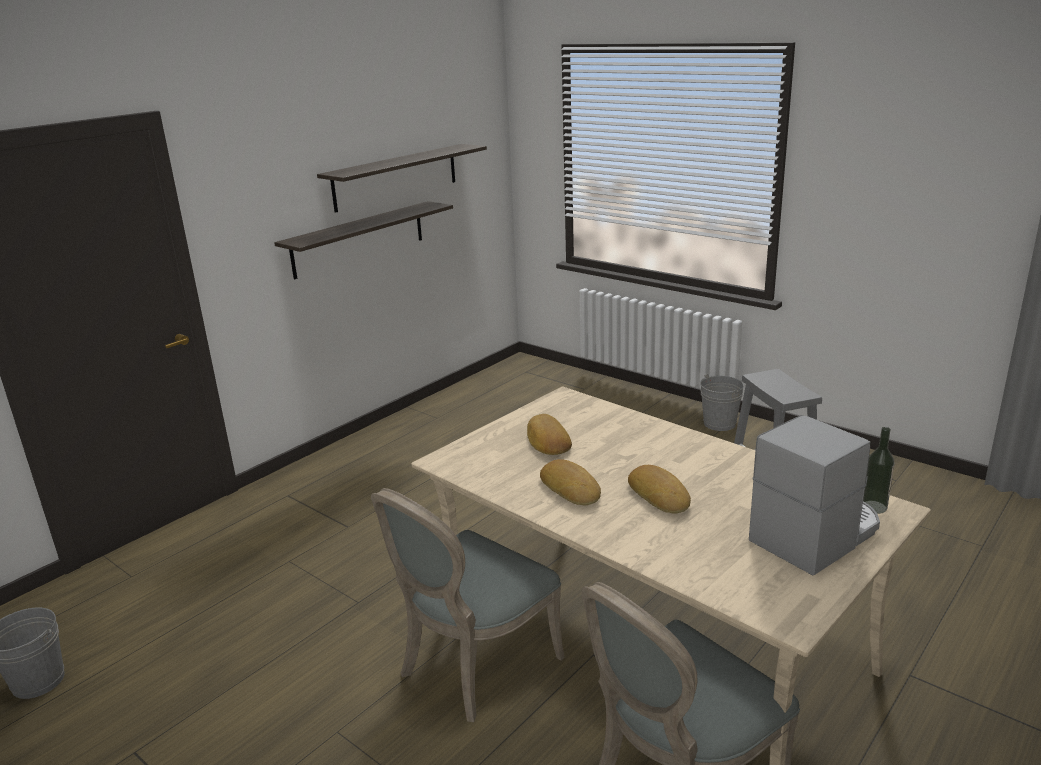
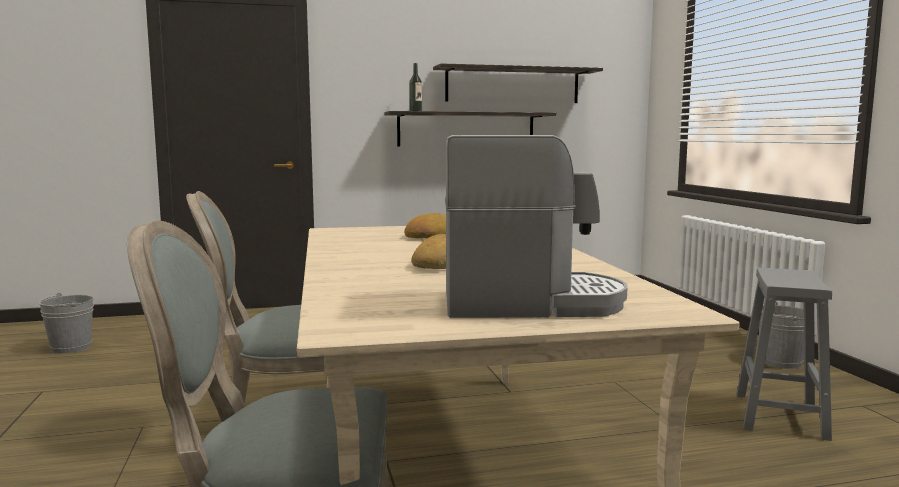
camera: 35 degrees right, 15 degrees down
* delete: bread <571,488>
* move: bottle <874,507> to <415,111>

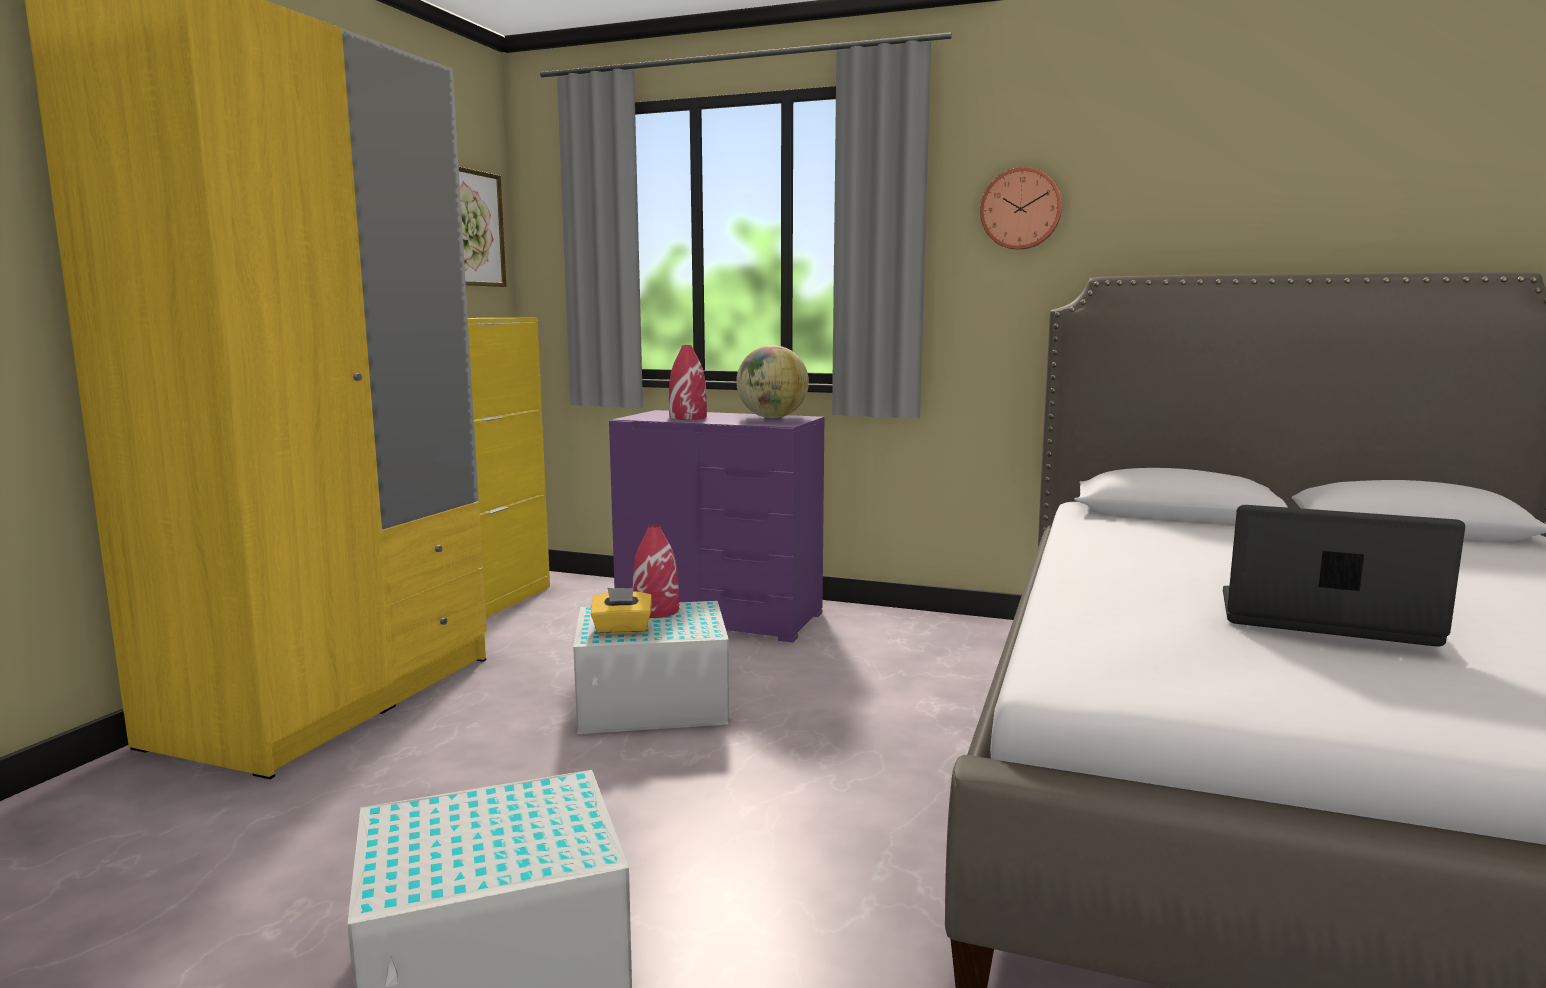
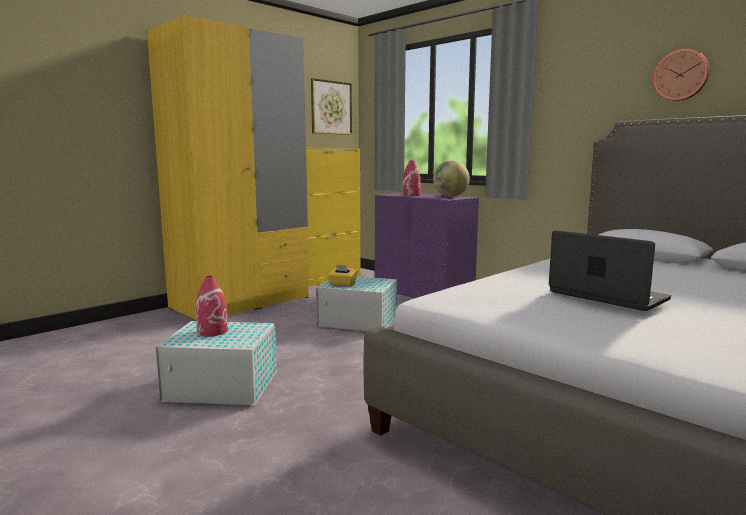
camera: 25 degrees right, 0 degrees up
* move: vase in red <656,611> to <213,331>
* move: wall clock <1021,209> to <681,75>

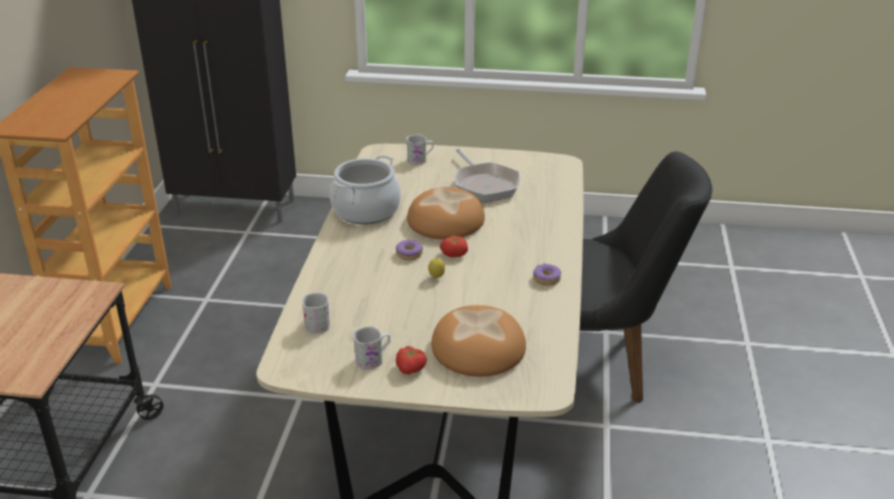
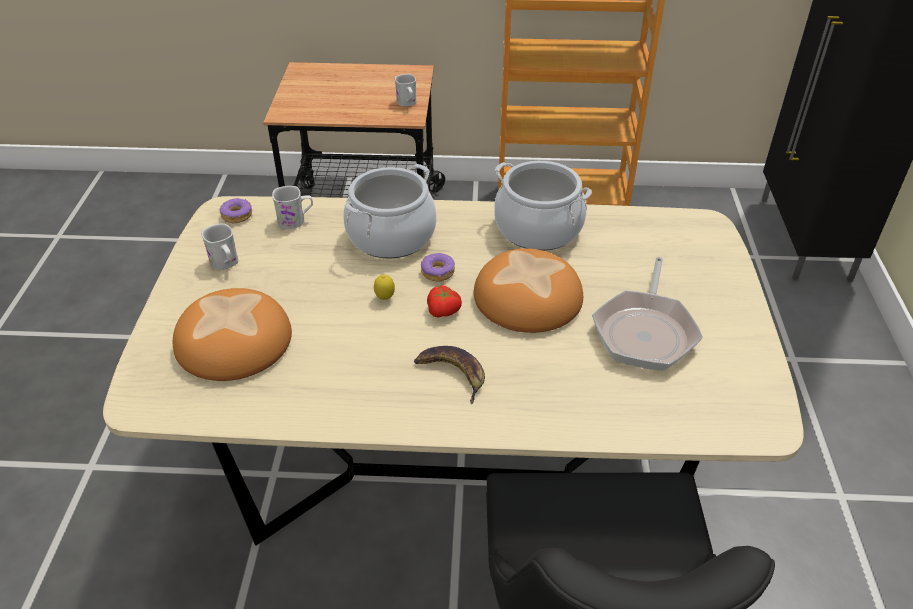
camera: 85 degrees right, 10 degrees up
* delete: tomato <411,368>
* move: mug in white <420,160> to <407,103>
* rotate: frying pan <484,185> = <645,331> 45 degrees counterclockwise
* move: donut <546,279> to <237,215>
* insert: cooking pot <391,236>
* insert: banana <453,374>

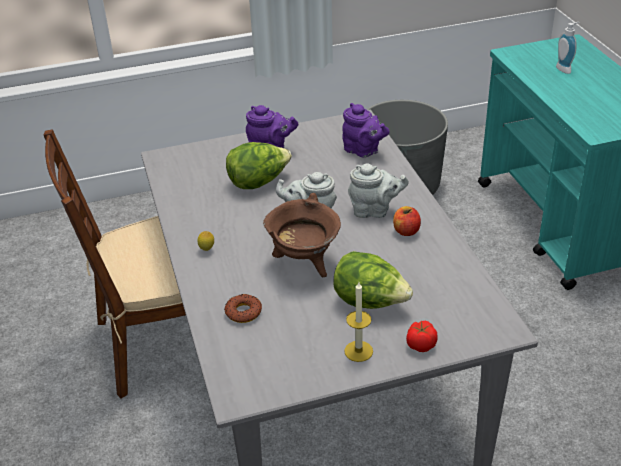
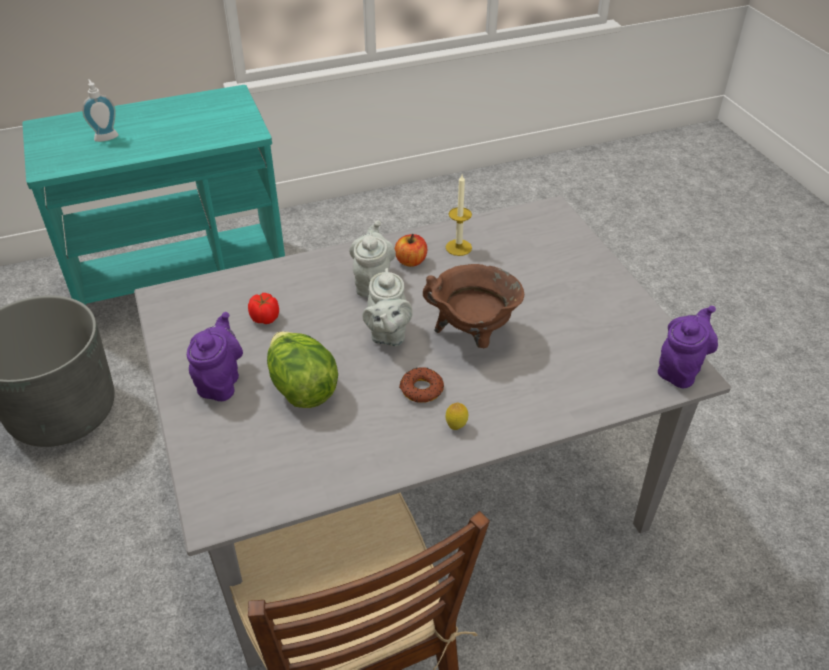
camera: 95 degrees left, 5 degrees up
* move: donut <243,312> to <421,389>
* delete: lettuce <370,302>
* move: teapot in purple <363,151> to <680,369>
* move: candle <358,351> to <458,247>
* move: tomato <420,345> to <265,318>

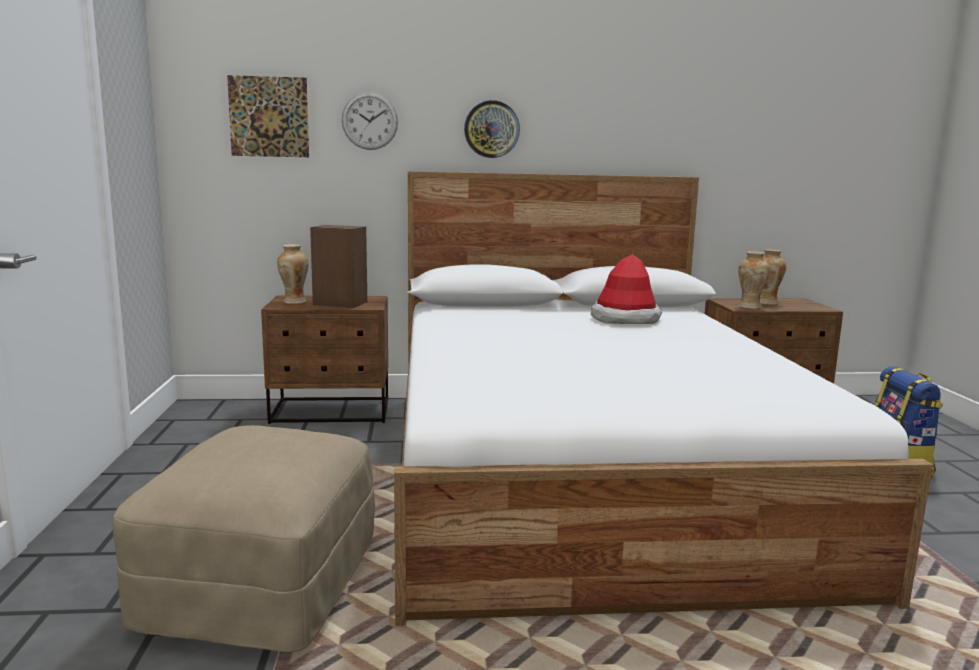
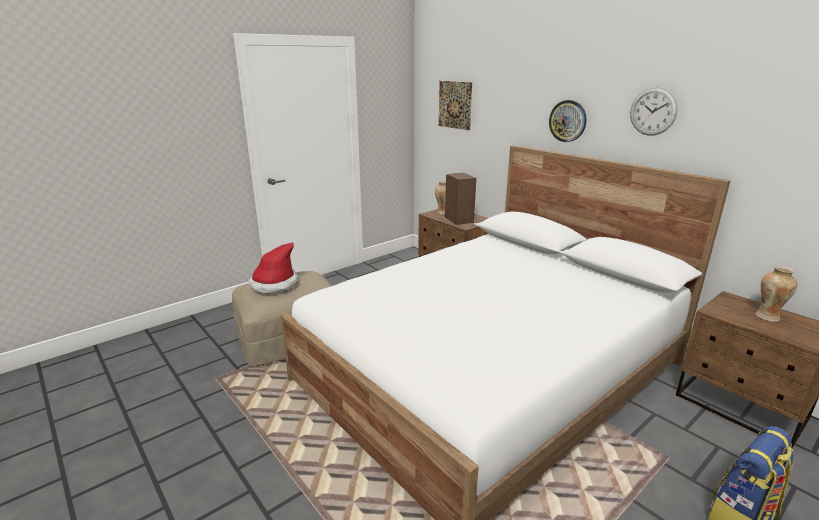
camera: 55 degrees right, 10 degrees up
* move: wall clock <369,121> to <653,111>
* move: hat <625,319> to <274,284>
* delete: vase <750,307>

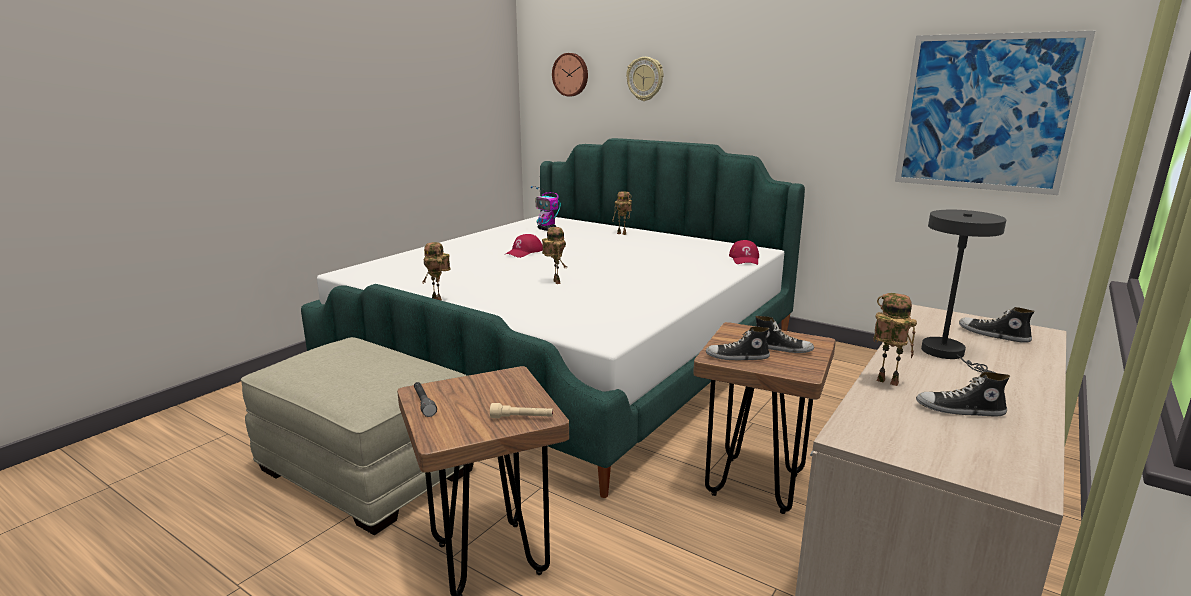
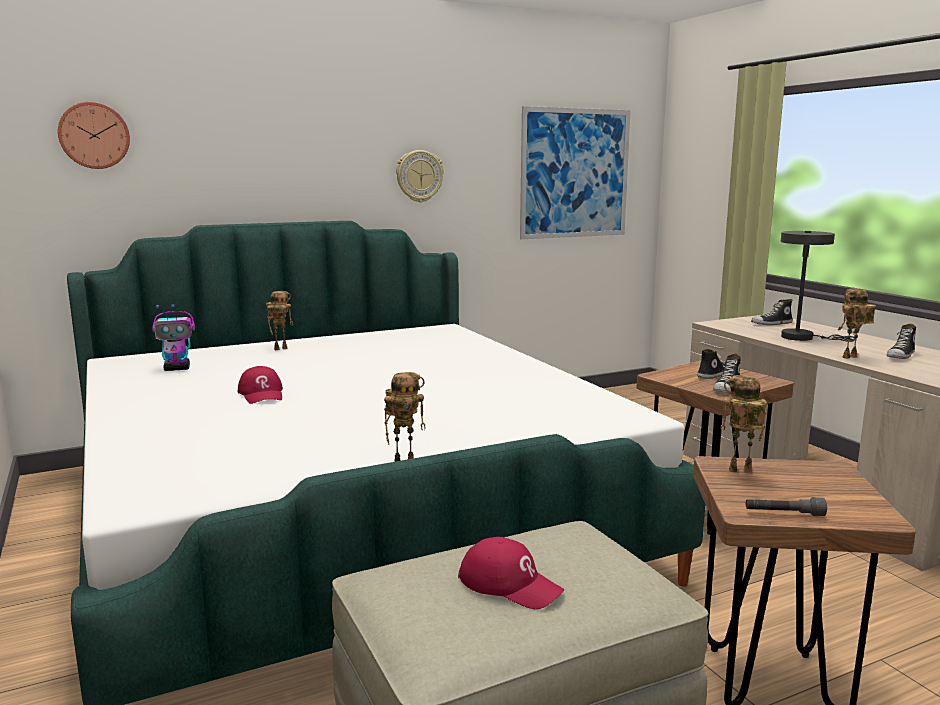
camera: 60 degrees left, 5 degrees down
* delete: flashlight in beige <522,418>
* move: toy robot <555,282> to <738,472>
* move: wall clock <645,79> to <419,176>
* move: cap in red <745,259> to <510,584>

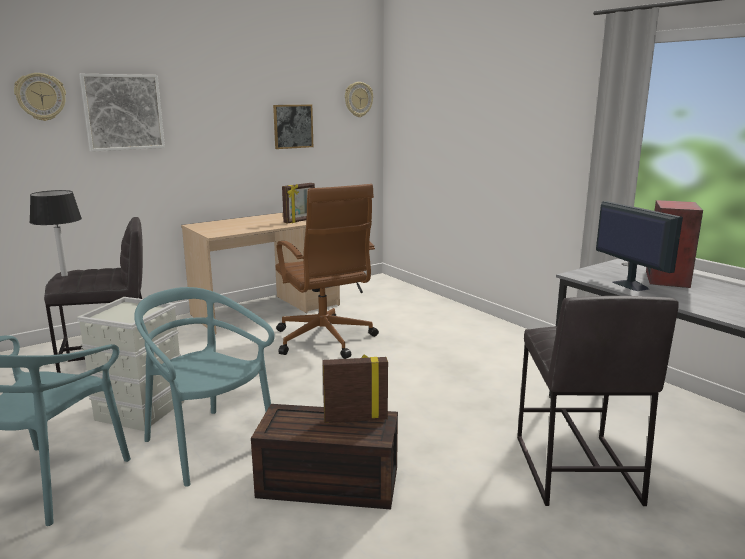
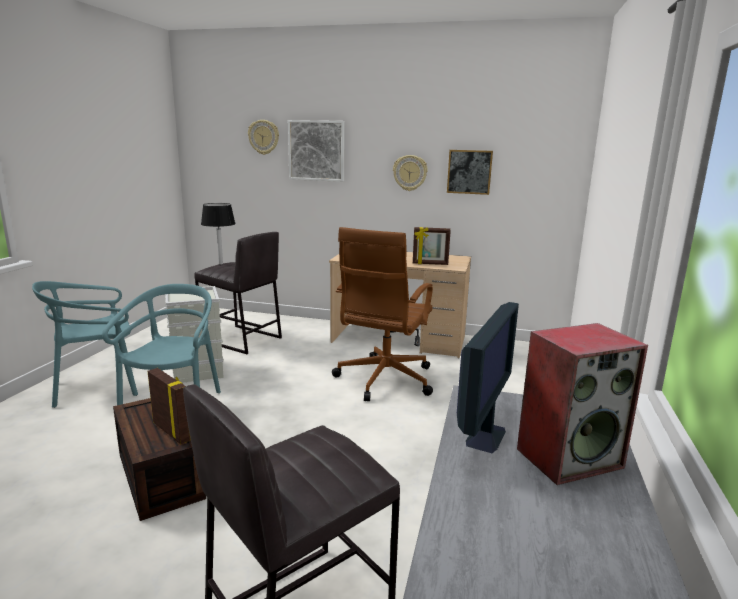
camera: 50 degrees right, 0 degrees up
* move: wall clock <358,99> to <410,173>

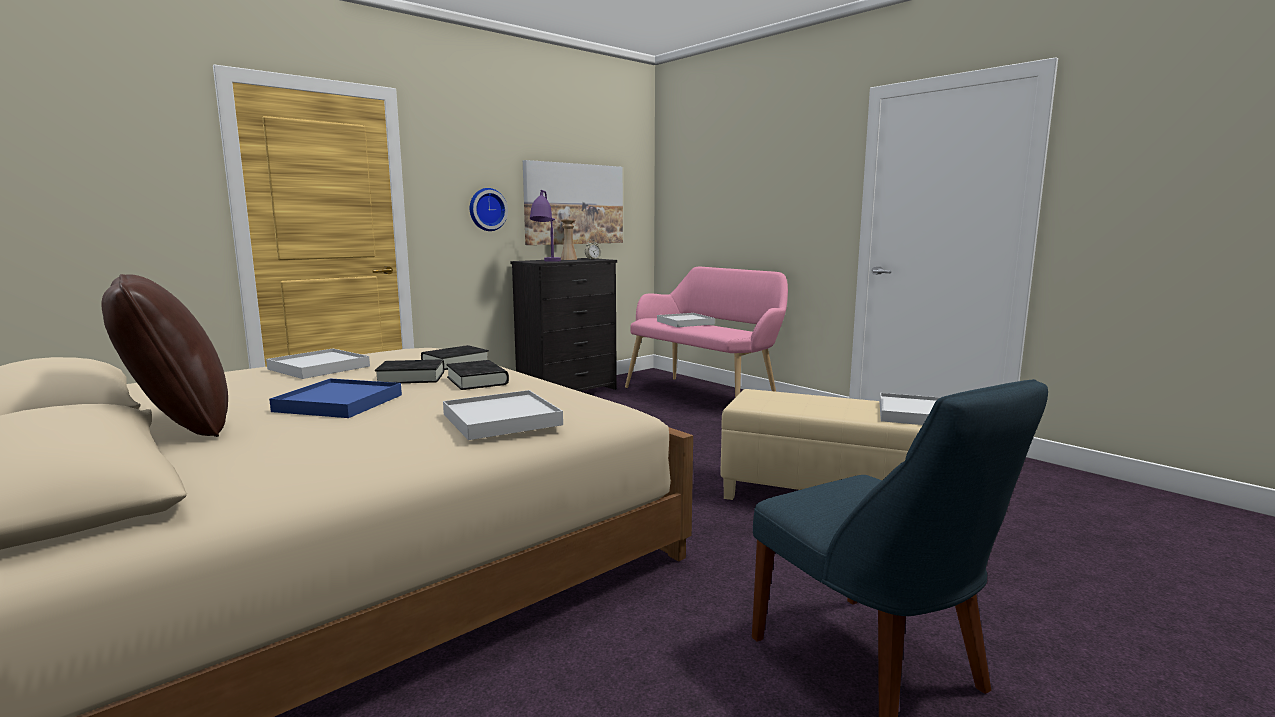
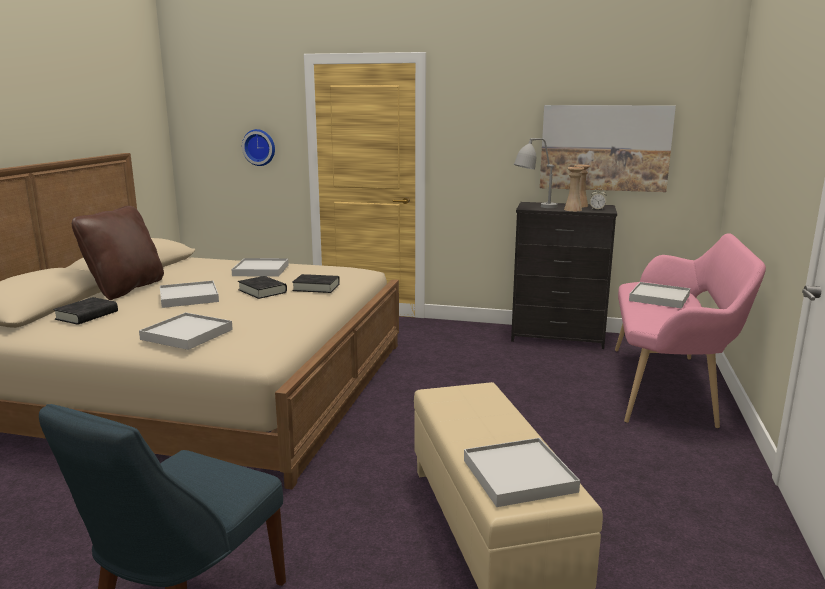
camera: 55 degrees right, 5 degrees up
* recolor: tray in blue <338,403> to tray in white <188,297>
* move: book in black <477,381> to <87,315>
* move: wall clock <487,209> to <259,147>
* recolor: table lamp in purple <546,262> to table lamp in grey <533,208>
* insert: vase in beige <573,209>

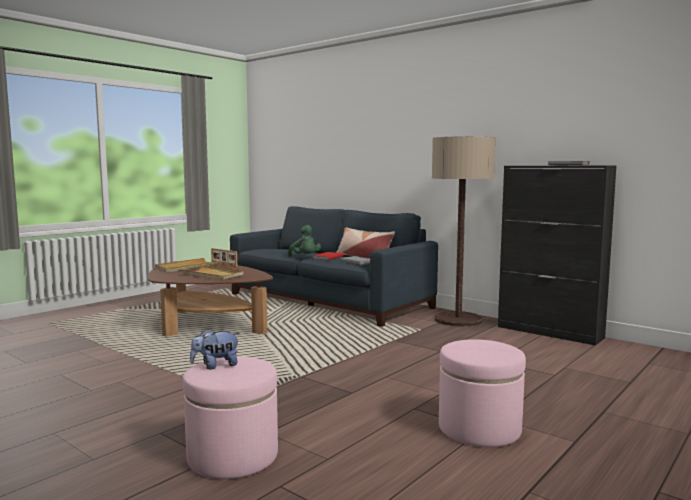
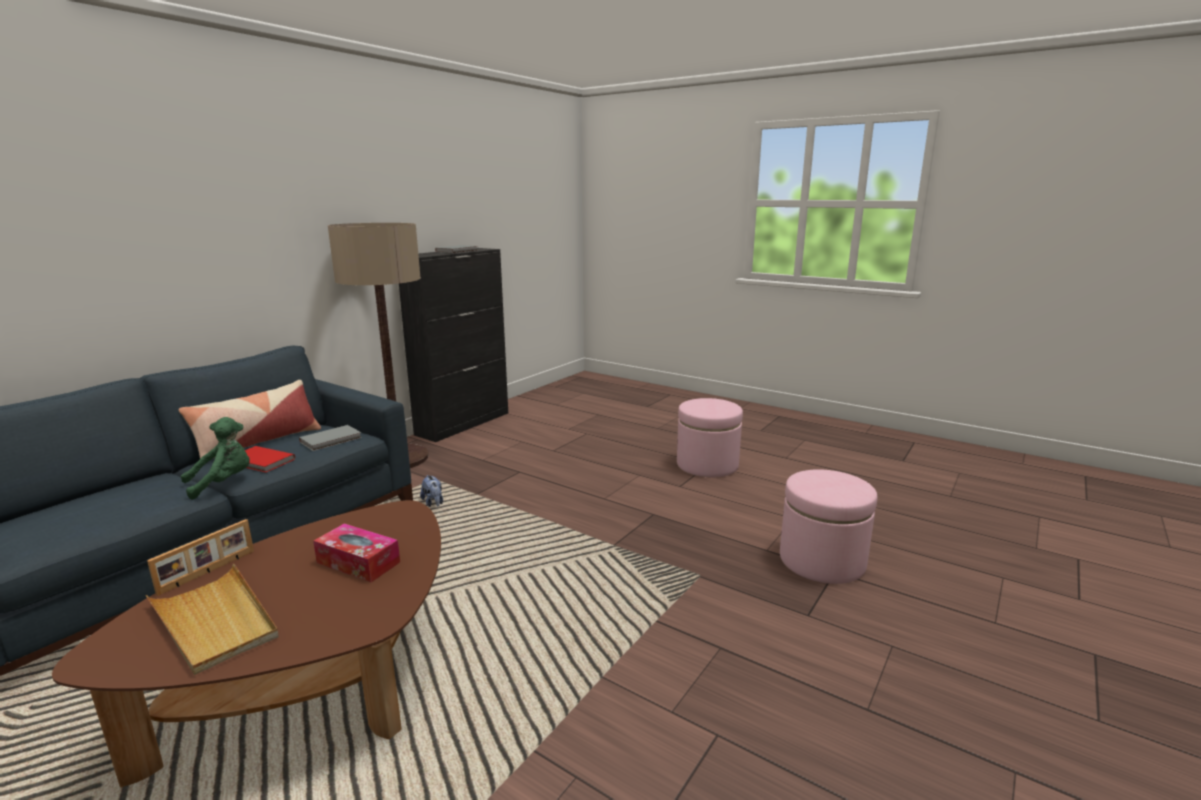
camera: 95 degrees left, 10 degrees up
* replace: tray in beige <212,275> to tissue box <358,562>
* move: plush toy <215,366> to <433,503>

